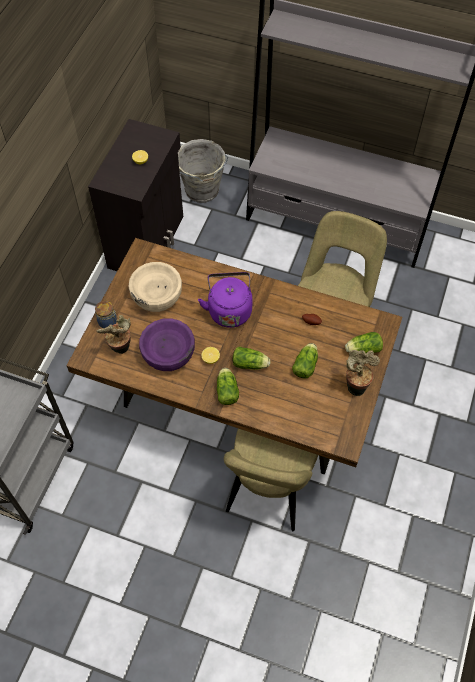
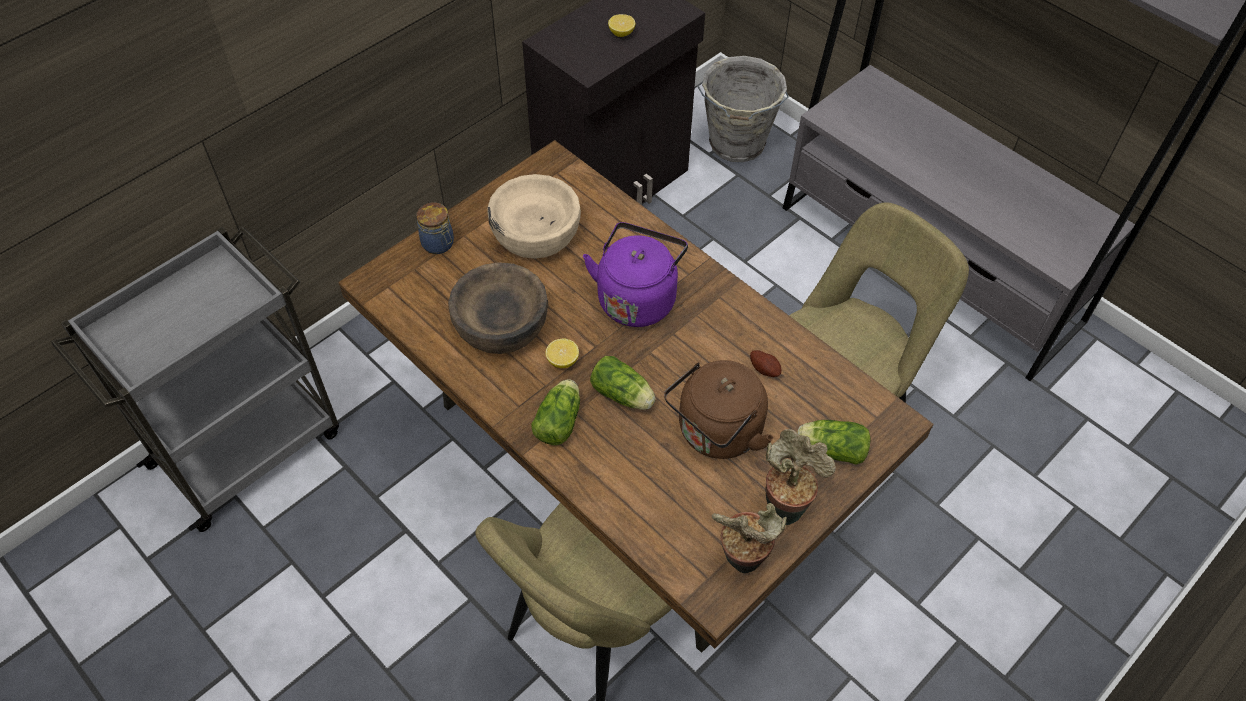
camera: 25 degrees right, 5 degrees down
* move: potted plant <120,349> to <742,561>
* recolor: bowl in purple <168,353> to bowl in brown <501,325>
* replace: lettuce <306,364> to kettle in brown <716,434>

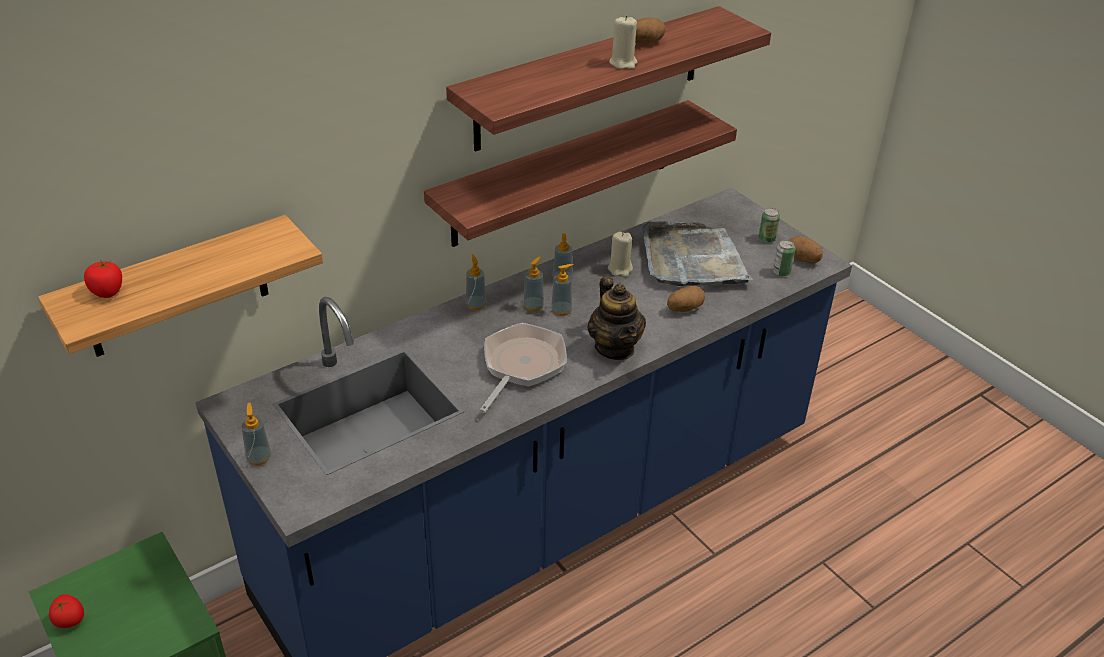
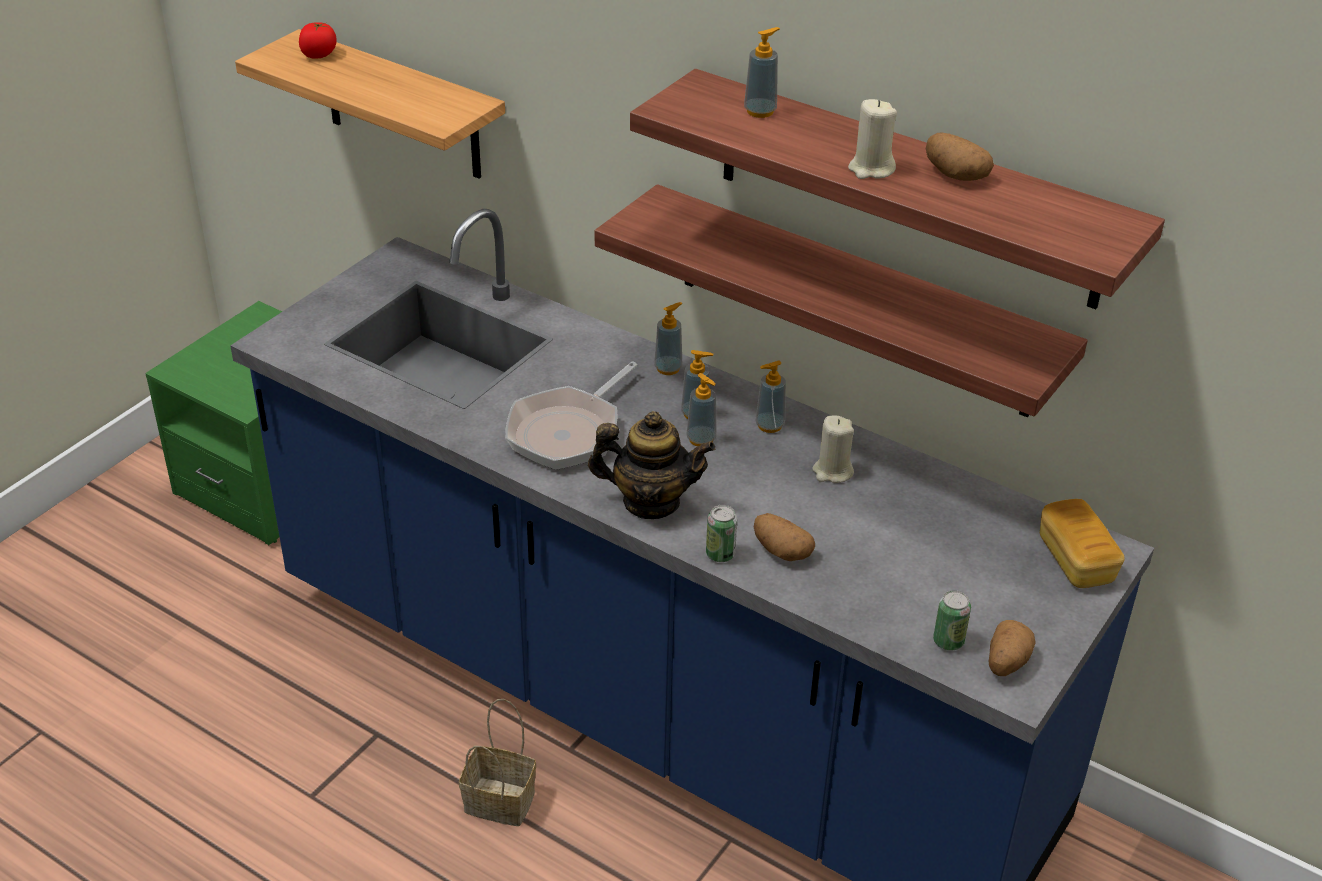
camera: 70 degrees right, 0 degrees up
* delete: tomato <69,620>
* move: soap dispenser <259,458> to <760,111>
* rotate: frying pan <521,366> = <569,431> 120 degrees clockwise
* rotate: teapot <615,347> = <651,502> 135 degrees counterclockwise
* delete: tray in grey <692,259>
* move: can <766,239> to <720,554>
* insert: basket <497,802>
* insert: bread <1076,560>

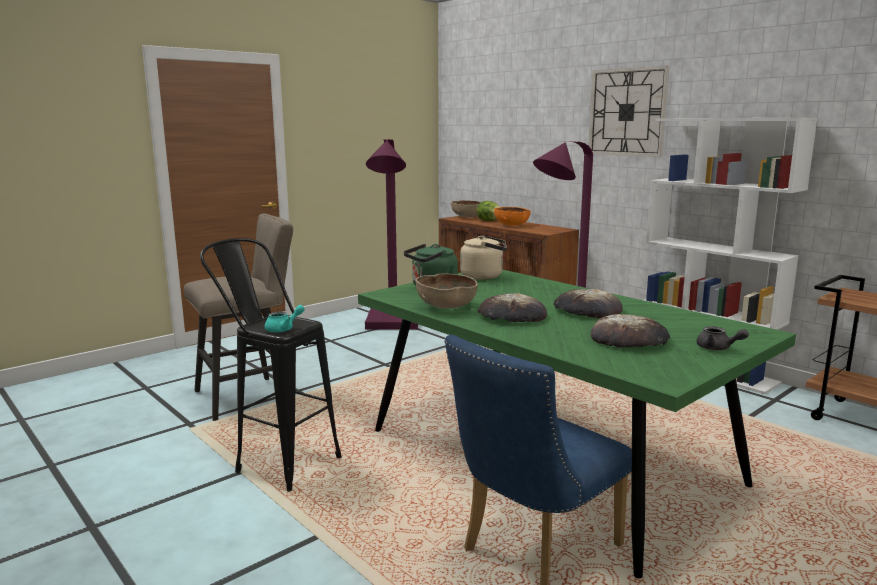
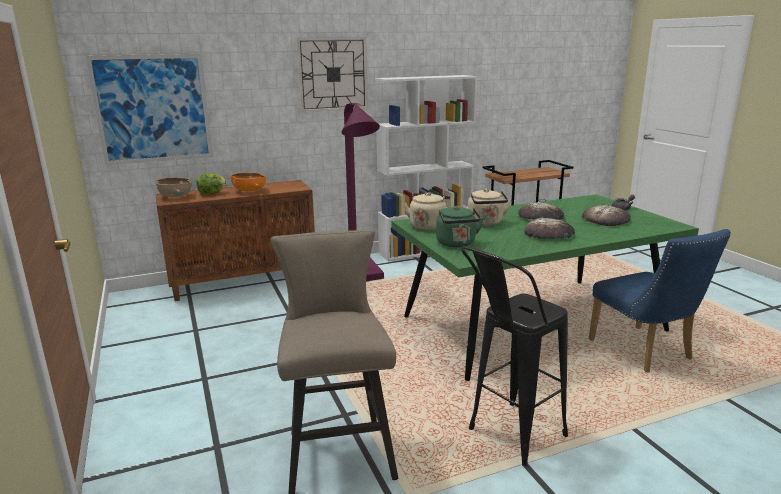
camera: 70 degrees left, 5 degrees up
* delete: teapot in turquoise <283,329>
* delete: floor lamp in purple <392,324>
* delete: bowl in brown <446,307>
* insert: picture <153,109>
* insert: kettle in beige <486,223>

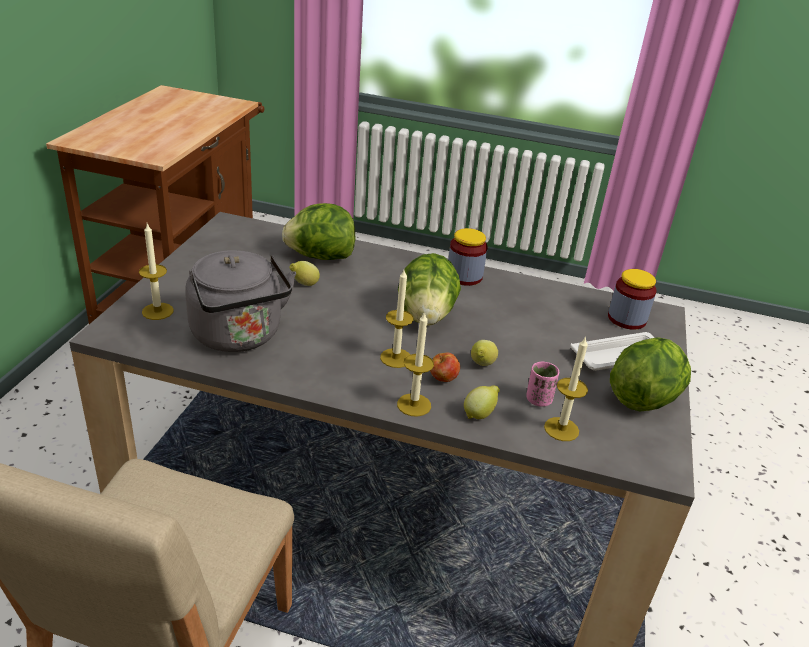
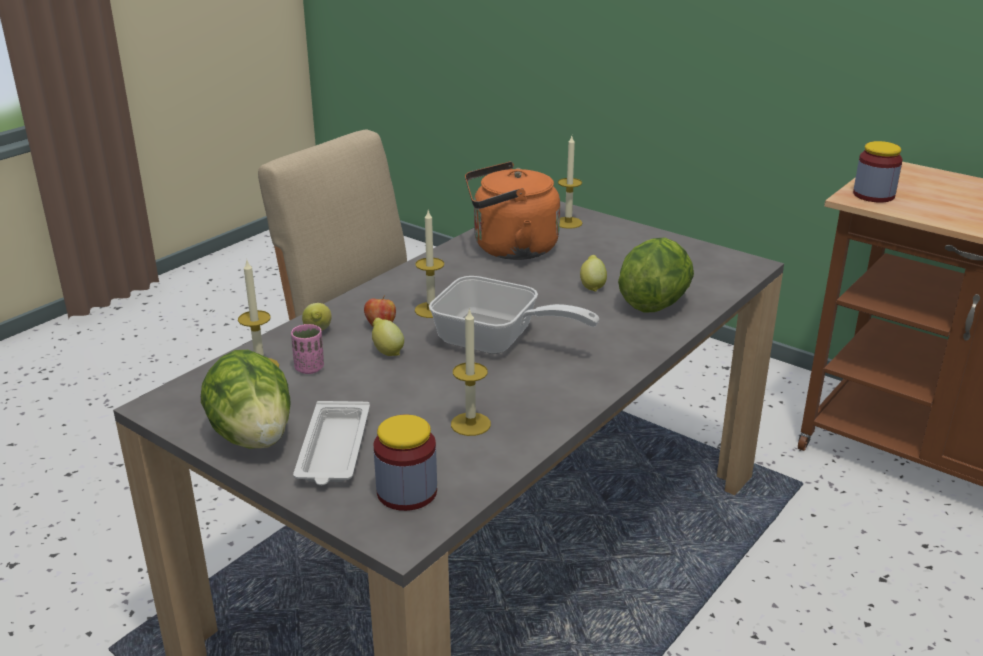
camera: 115 degrees right, 5 degrees down
* recolor: kettle in grey <239,336> to kettle in orange <510,249>
* move: candle <414,405> to <470,424>
* replace: lettuce <426,316> to frying pan <496,341>
* move: jar <464,276> to <873,195>

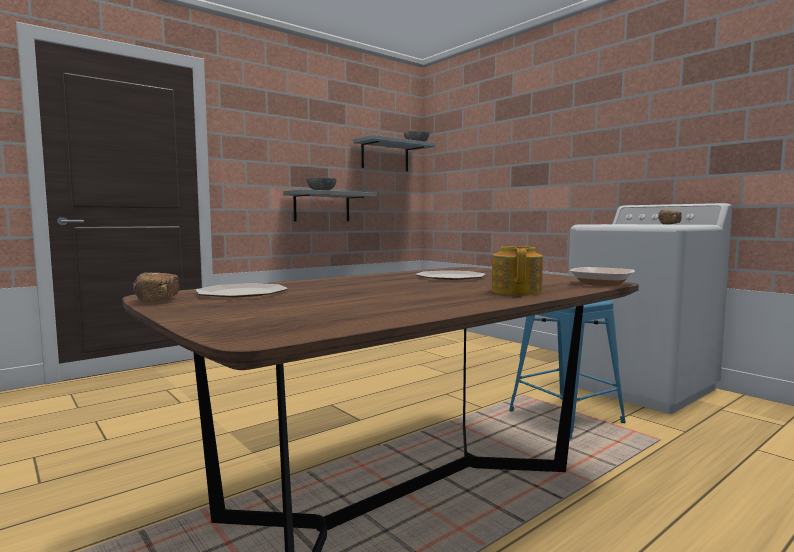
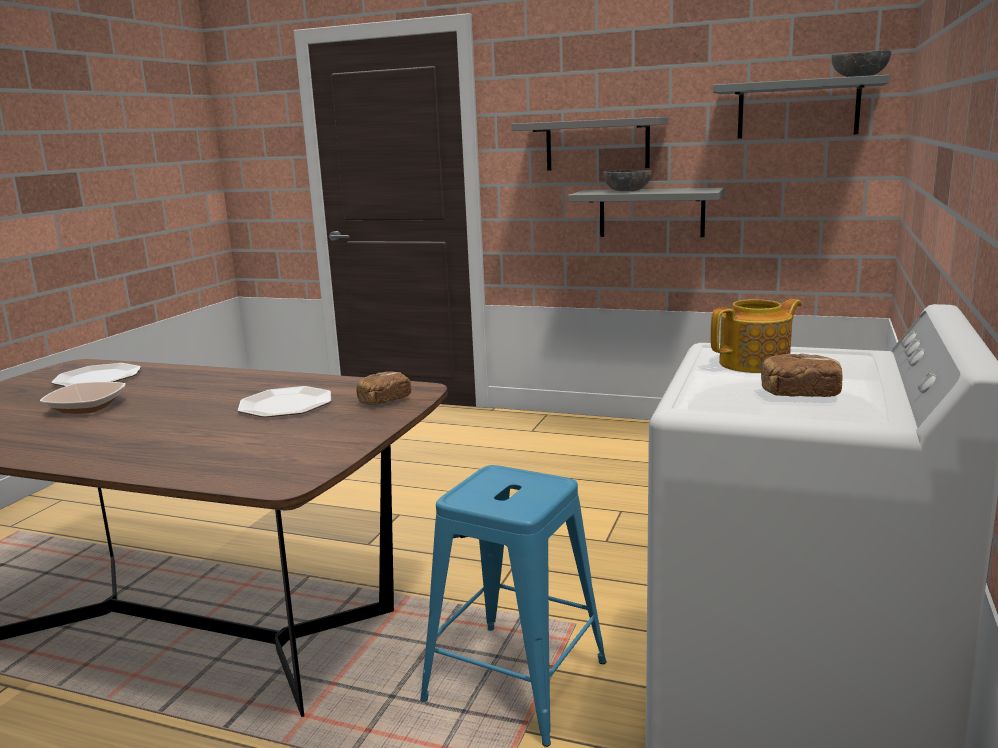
camera: 60 degrees right, 10 degrees up
* move: bread <156,300> to <384,401>
* move: teapot <517,291> to <756,364>
* move: bowl <601,284> to <86,407>
* insert: shelf in grey <597,144>

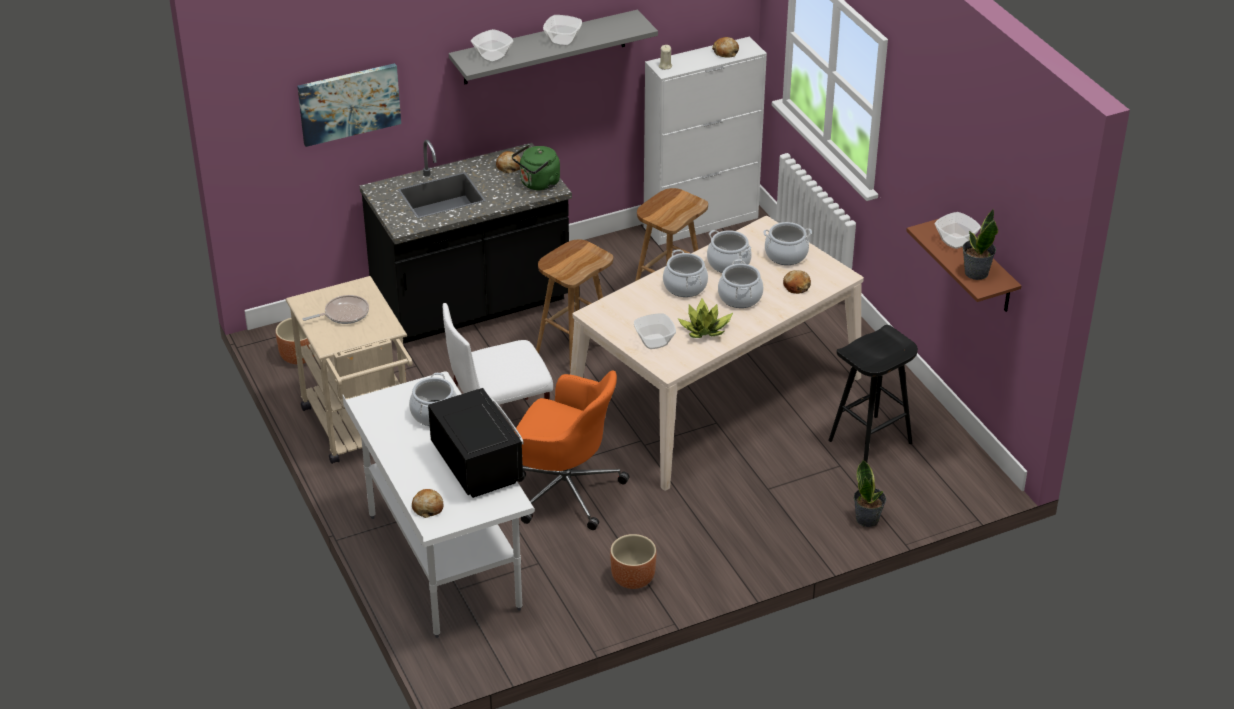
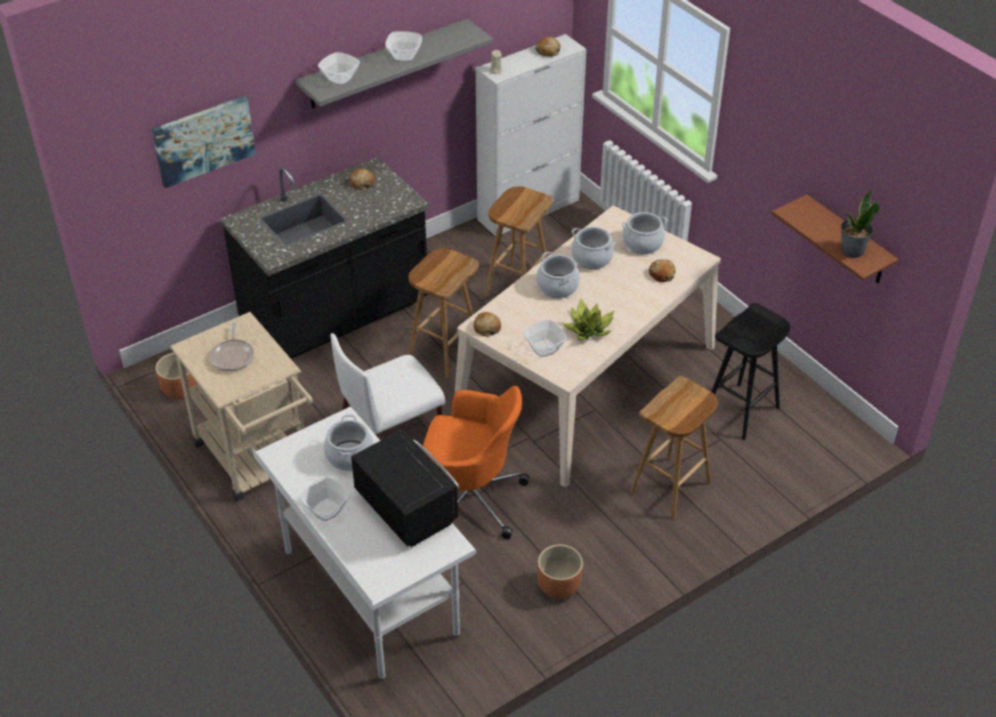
camera: 10 degrees left, 5 degrees up
* rotate: frying pan <344,314> = <233,356> 120 degrees clockwise
* move: bread <427,507> to <487,328>
* delete: kettle in green <538,184>
* delete: cooking pot <740,297>
* delete: potted plant <867,519>
* move: bowl <956,241> to <327,510>
* insert: stool in brown <670,488>

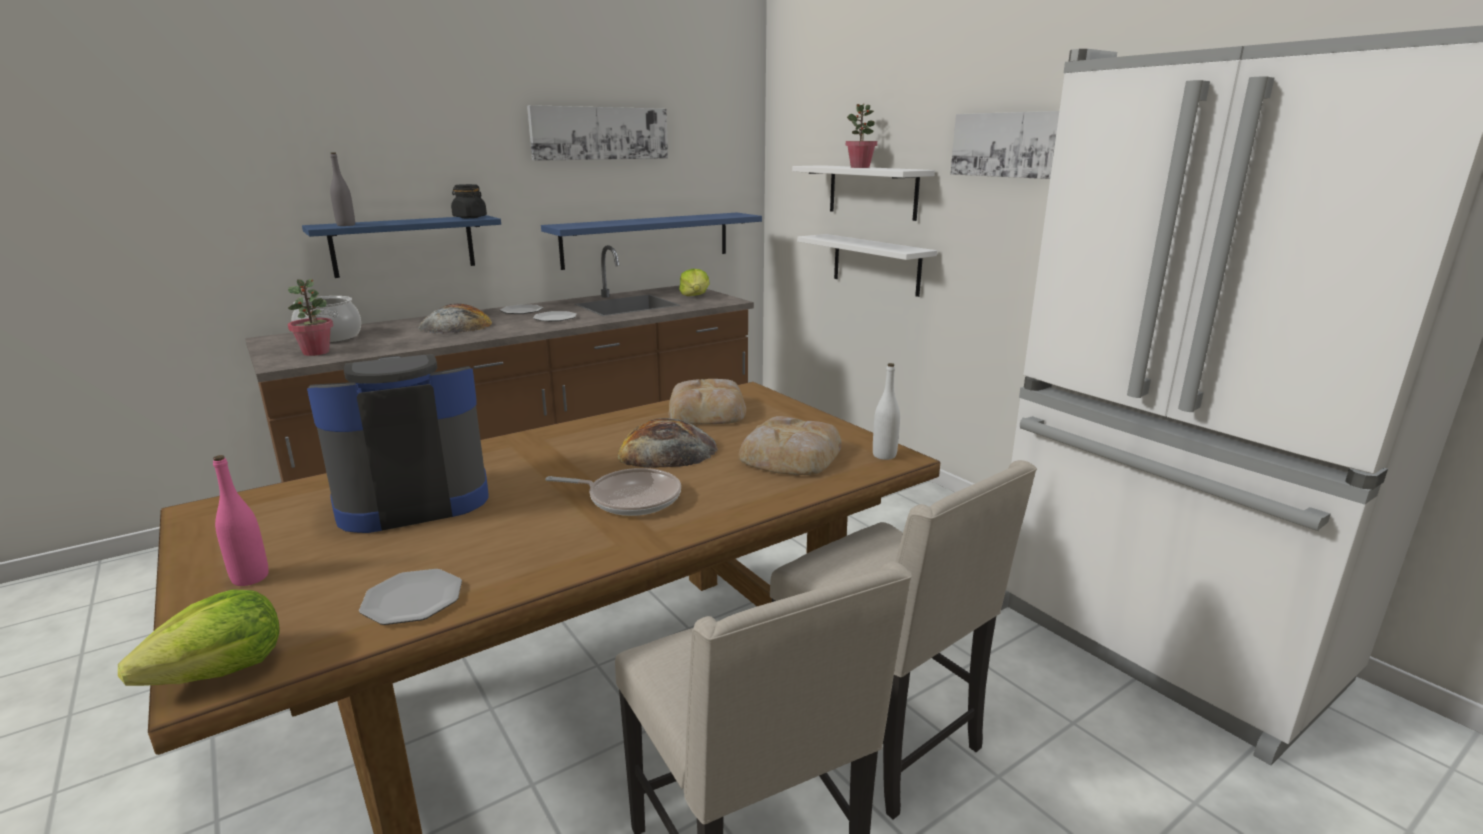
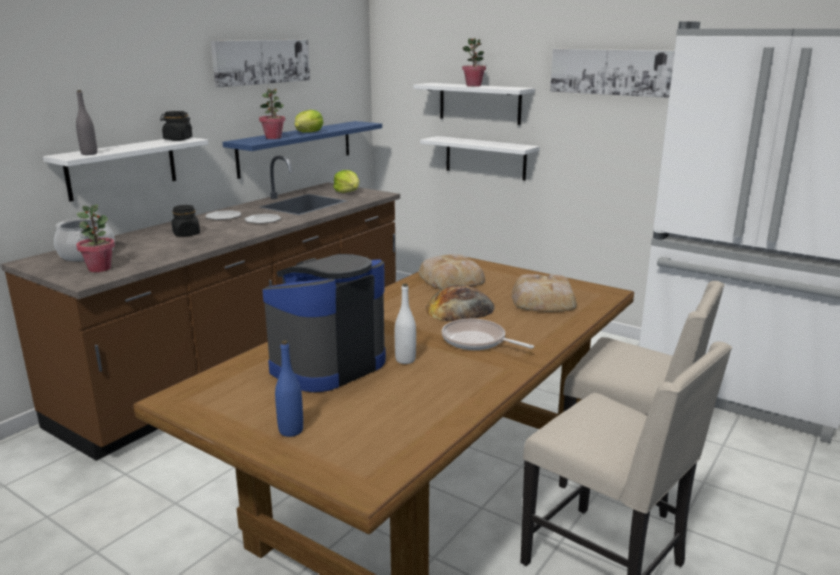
camera: 20 degrees left, 0 degrees up
* move: lettuce <220,671> to <308,132>
* recolor: bottle in pink <250,578> to bottle in blue <291,431>
* recolor: shelf in blue <404,245> to shelf in white <122,168>
* delete: plate <412,600>
* replace: bread <455,326> to jar in black <186,234>
* rotate: frying pan <629,498> = <477,341> 135 degrees counterclockwise
* move: bottle in white <884,455> to <405,360>
* insert: potted plant <273,137>

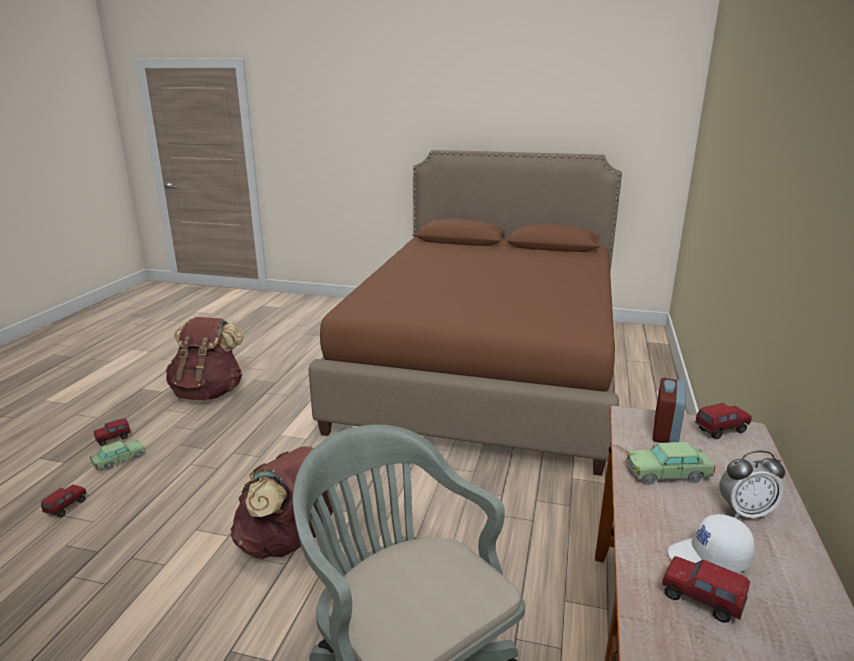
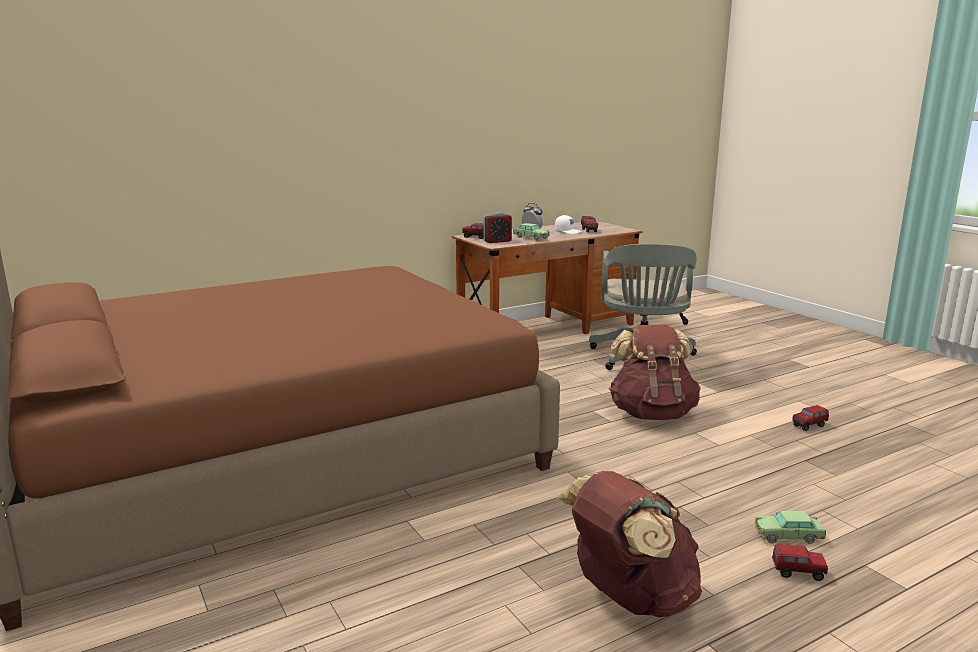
camera: 135 degrees left, 5 degrees down
* move: toy truck <66,508> to <809,426>

